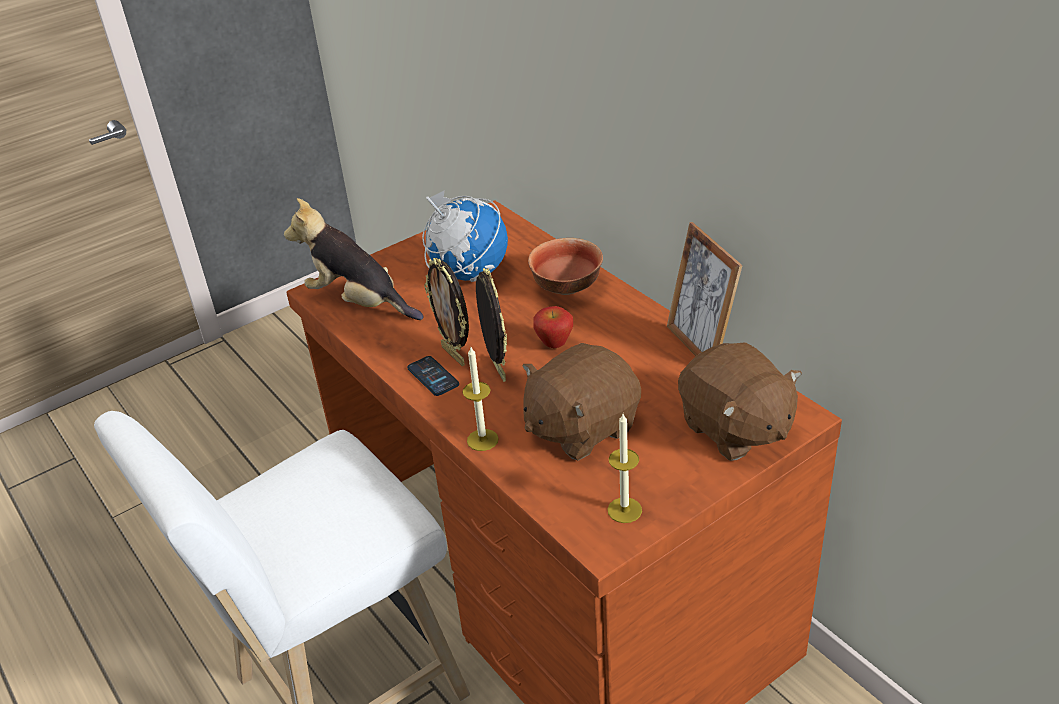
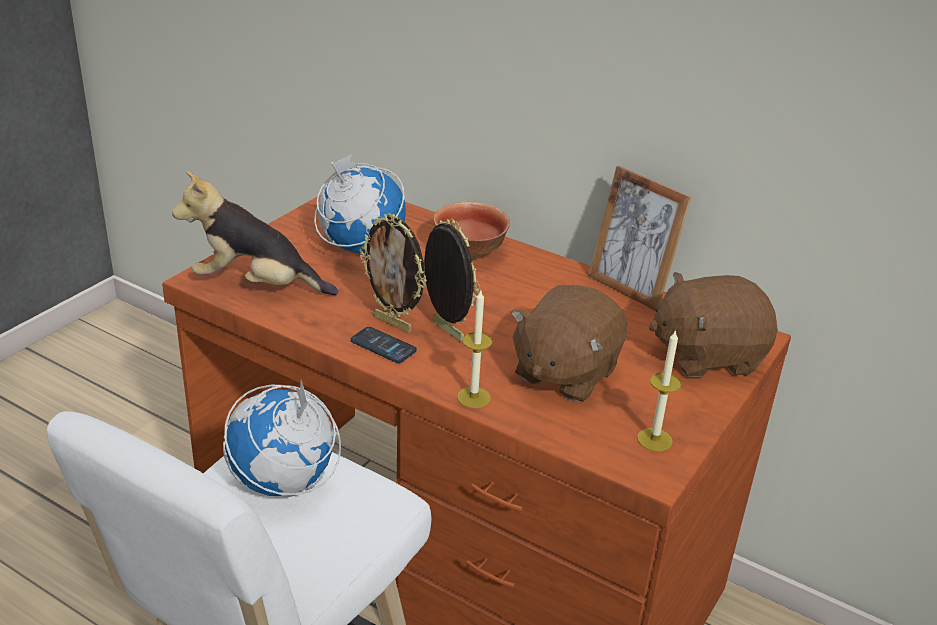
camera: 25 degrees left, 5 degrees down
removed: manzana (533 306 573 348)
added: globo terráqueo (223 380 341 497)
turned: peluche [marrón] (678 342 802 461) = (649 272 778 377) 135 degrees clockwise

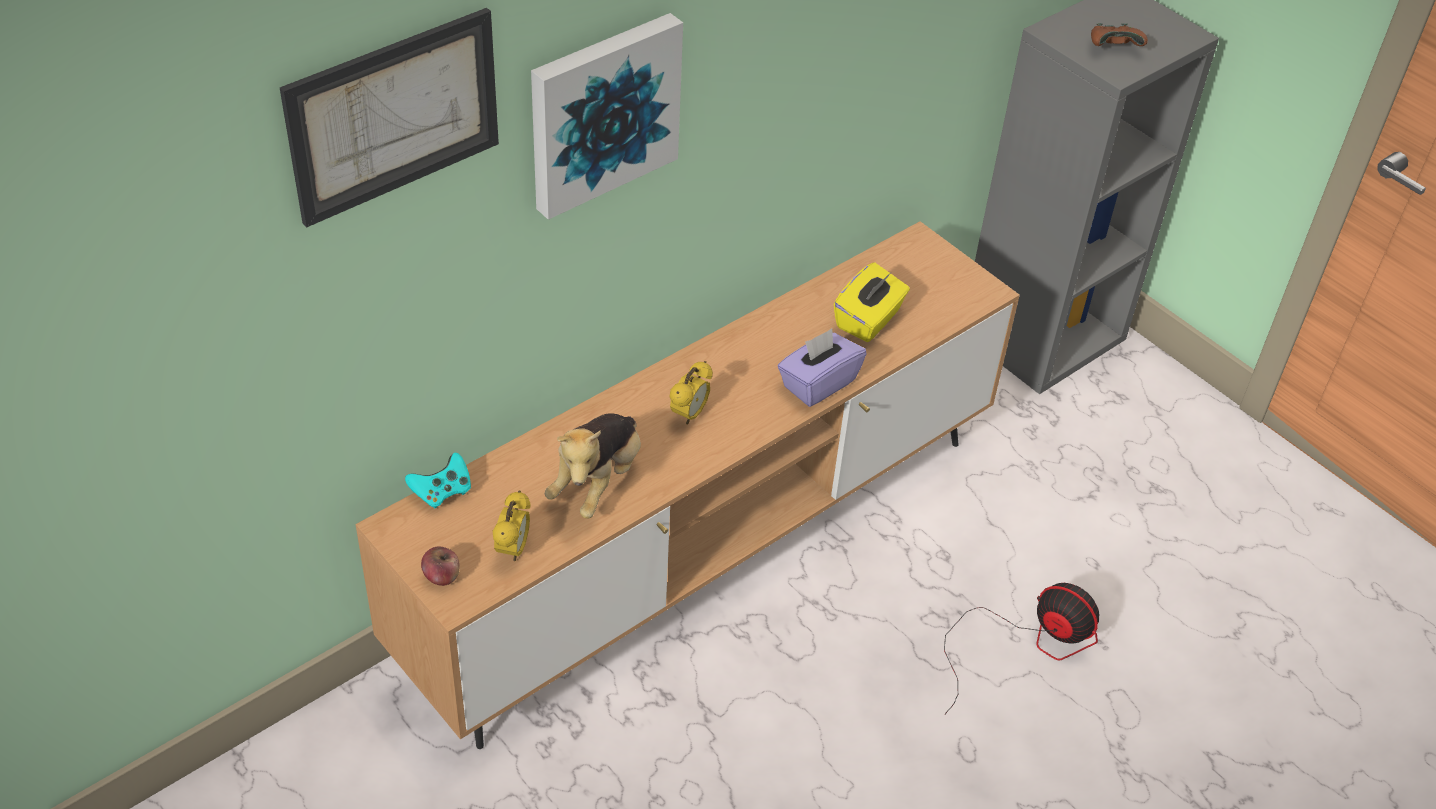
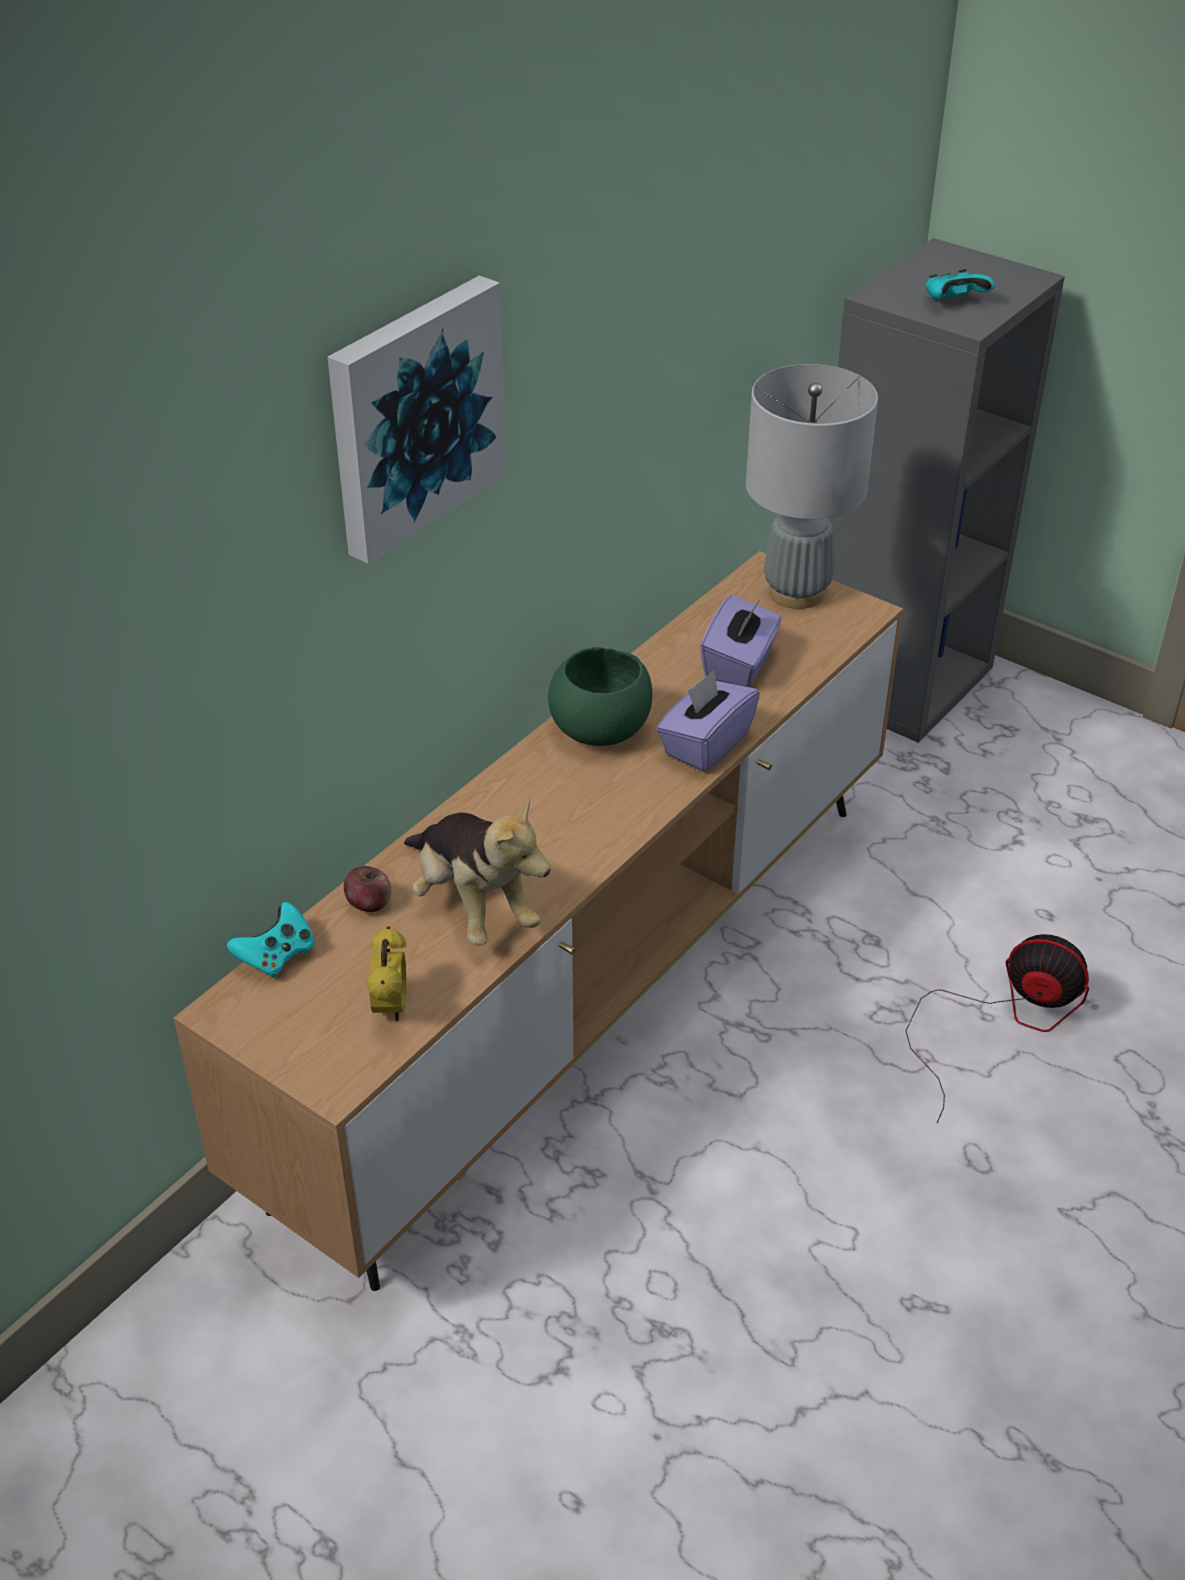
camera: 10 degrees left, 5 degrees down
removed: cuadro (280 8 499 228); despertador (669 361 713 424)
added: lámpara de mesa [gris] (746 364 878 609); cuenco [verde] (548 647 652 746)
moved: manzana (421 547 460 586) to (344 866 391 912)
recoloured: mando de consola [marrón] (1091 23 1148 46) to mando de consola [turquesa] (926 269 995 300); caja de pañuelos [amarillo] (834 262 910 342) to caja de pañuelos [morado] (700 595 782 687)
turned: peluche (545 414 641 519) = (404 798 551 946) 45 degrees counterclockwise

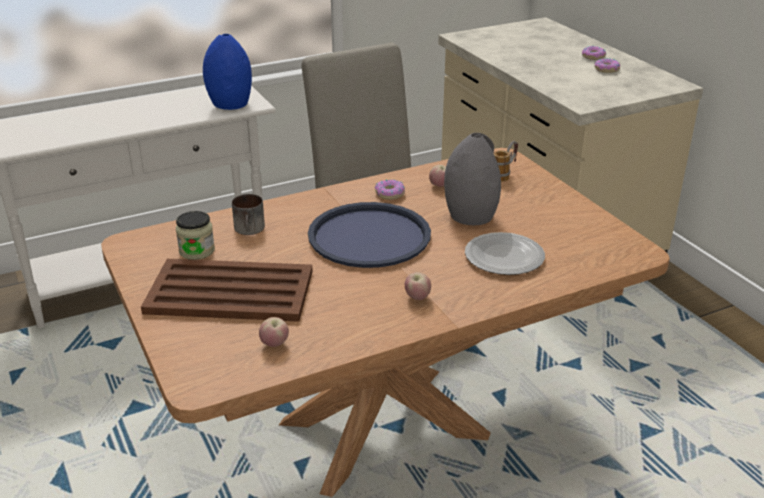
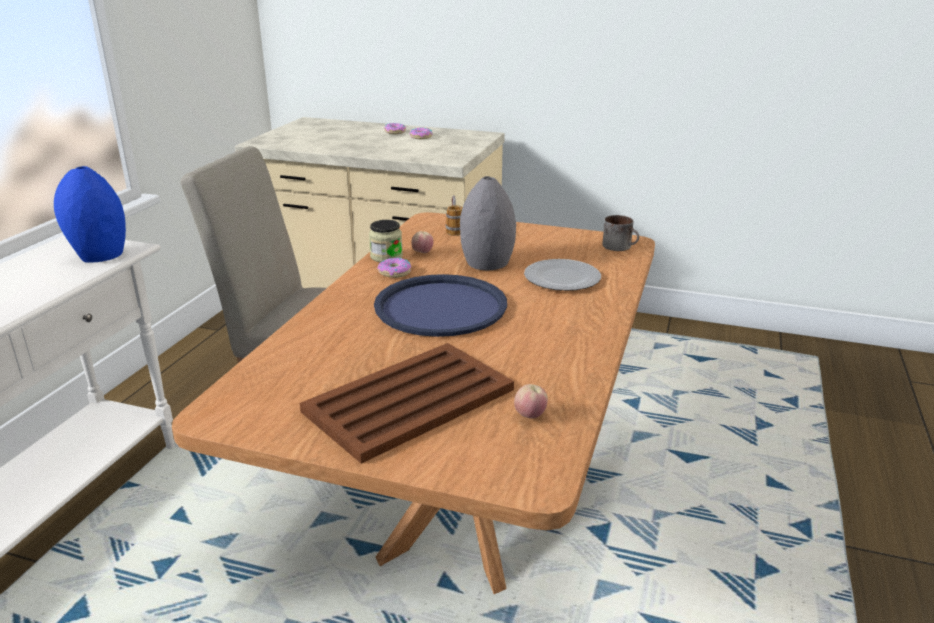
camera: 45 degrees left, 5 degrees down
removed: manzana (405 272 431 300)
moved: taza grande (232 194 265 235) to (602 215 639 251); tarro (176 211 215 260) to (369 220 403 262)

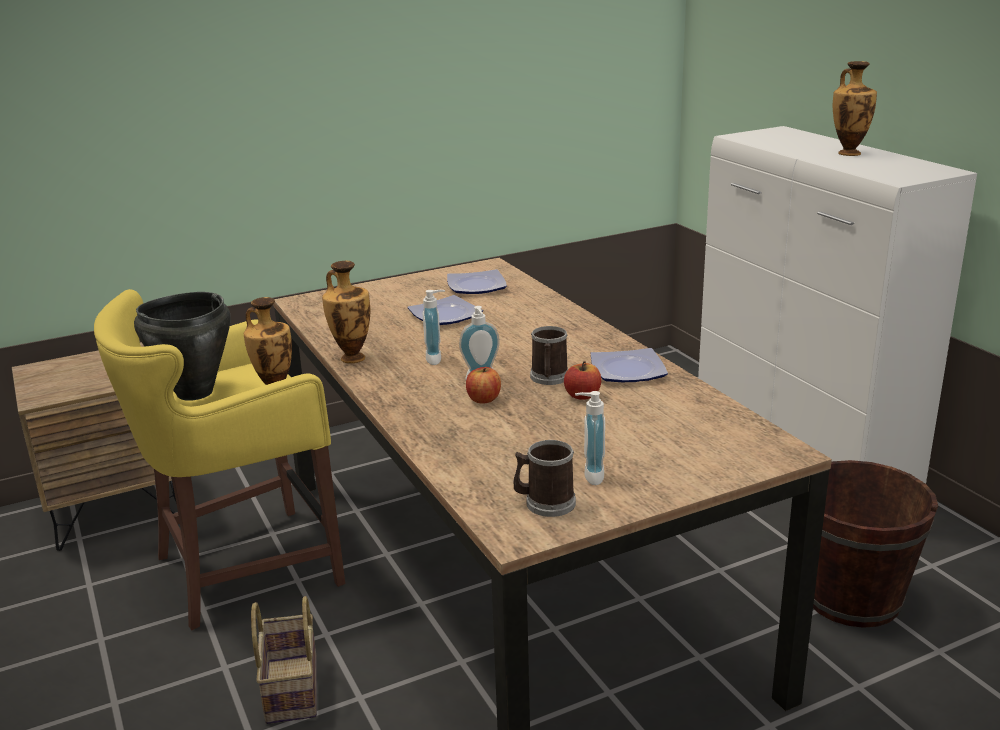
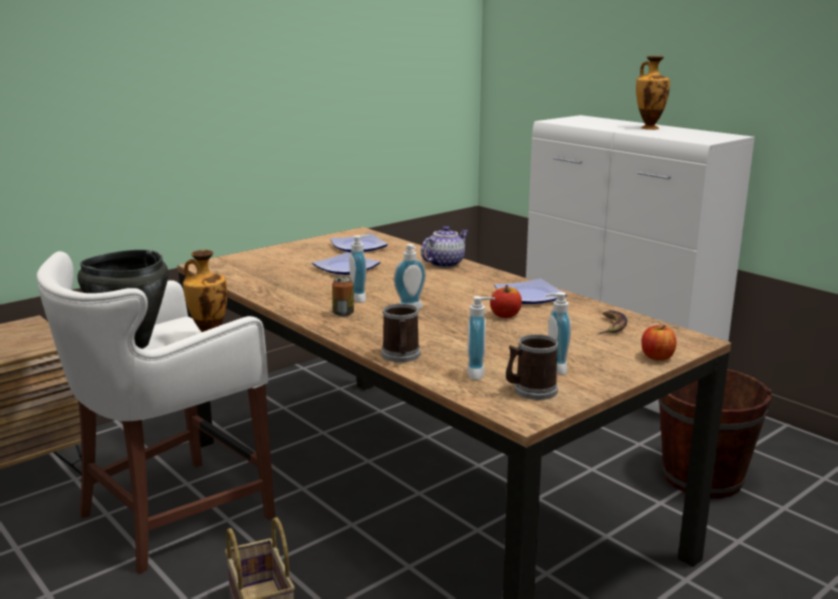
camera: 15 degrees left, 5 degrees down
removed: florero (322 260 370 363)
added: tetera (421 226 468 268); lata (332 276 354 316); dispensador de jabón (467 296 495 380); plátano (597 310 627 335)
moved: taza grande (530 326 568 385) to (381 304 420 362); manzana (466 367 501 403) to (642 325 676 361)
recoloured: taburete [amarillo] (94 289 345 630) to taburete [blanco] (37 251 275 574)

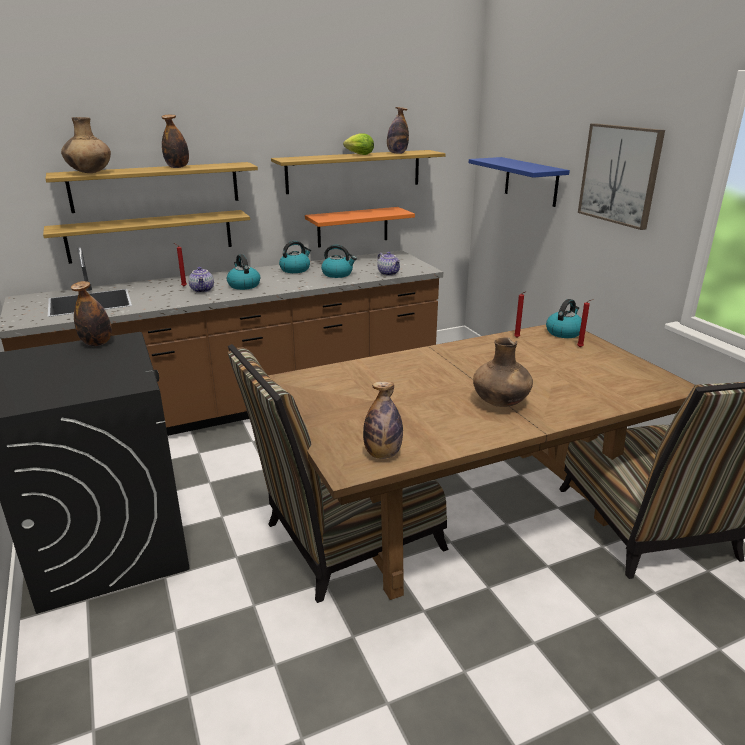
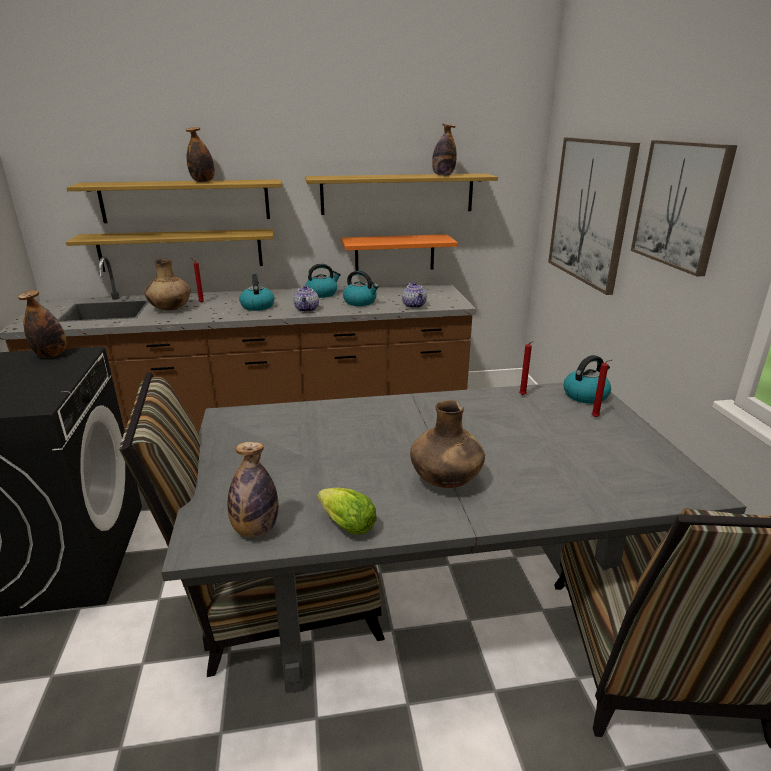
camera: 15 degrees right, 0 degrees up
moved: florero [marrón] (61 117 111 173) to (144 259 191 310); lechuga (343 134 374 155) to (318 488 377 535); tetera (189 267 214 293) to (293 285 319 312)
replaced: estante [azul] (469 157 570 207) to cuadro (548 137 640 295)
recoloured: mesa de comedor [marrón] (268 324 695 600) to mesa de comedor [gris] (162 383 746 693)

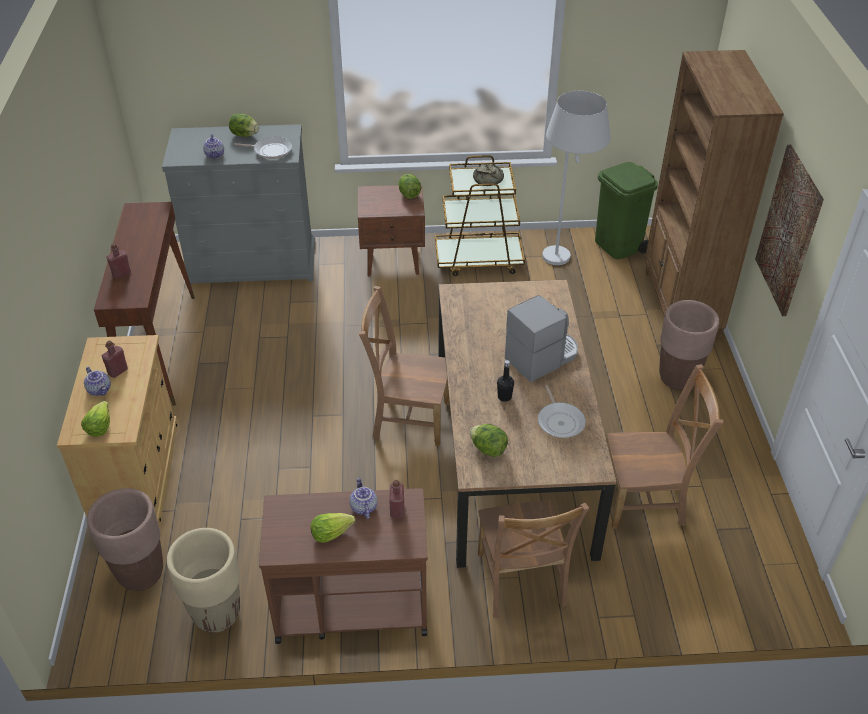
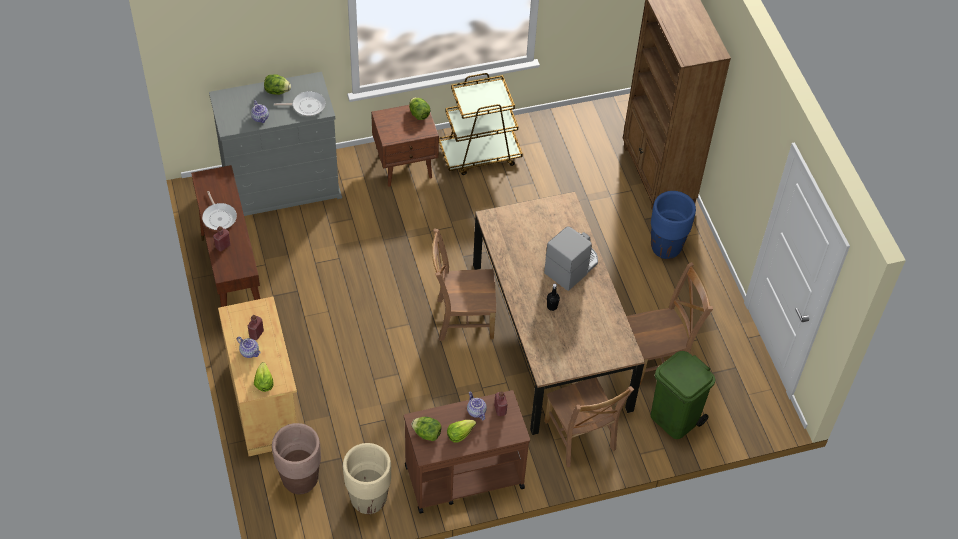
camera: 15 degrees left, 10 degrees up
removed: lámpara de pie [blanco] (542 91 611 265); cuadro (755 145 824 316); pan (473 164 504 186)
moved: papelera [verde] (595 162 658 259) to (651 351 716 439); sartén (538 385 586 438) to (202 191 237 230); lechuga (470 424 508 457) to (411 417 442 441)
recoloured: maceta [marrón] (659 300 719 390) to maceta [azul] (651 191 696 259)

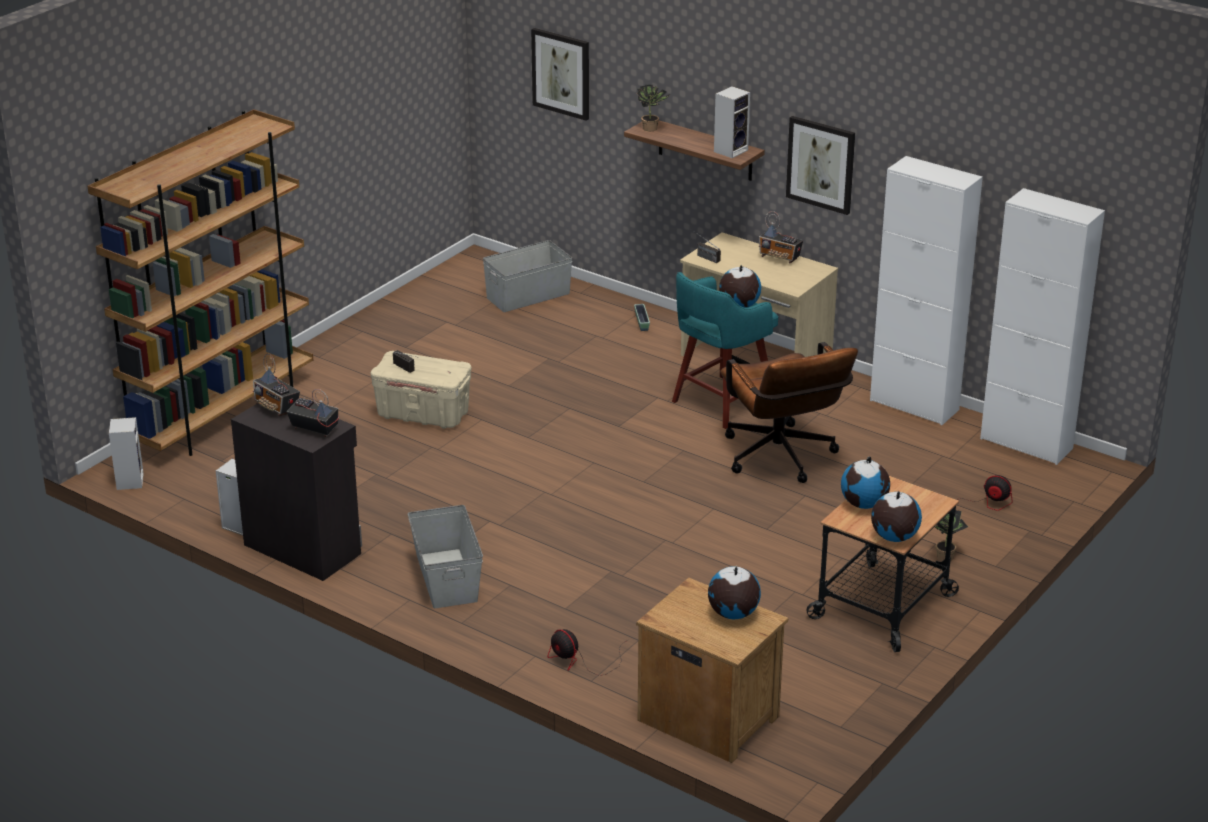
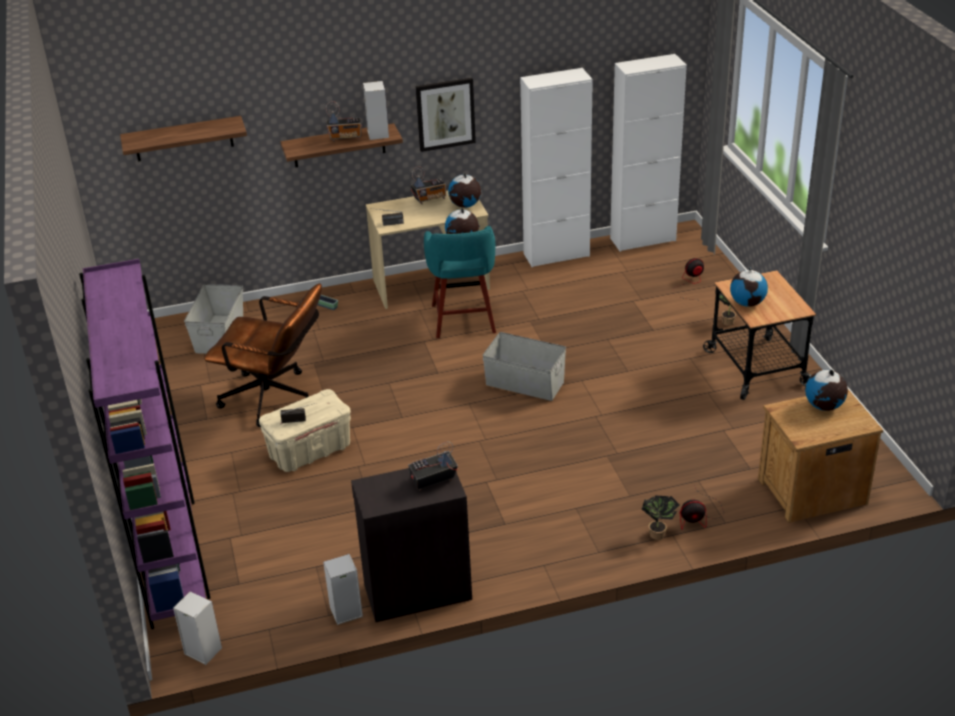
camera: 50 degrees left, 5 degrees up
moved: planta en maceta (637 85 669 131) to (642 496 680 540); silla de oficina [marrón] (720 342 858 483) to (204 283 322 427); radio (253 354 300 416) to (326 101 362 142); globo terráqueo (871 490 922 542) to (448 173 481 208); caja de almacenaje [gris] (408 505 483 608) to (482 332 566 401)
replaced: cuadro (531 28 589 121) to estante (120 116 247 162)
recoloured: estantería [marrón] (87 109 313 456) to estantería [morado] (79 259 211 629)

